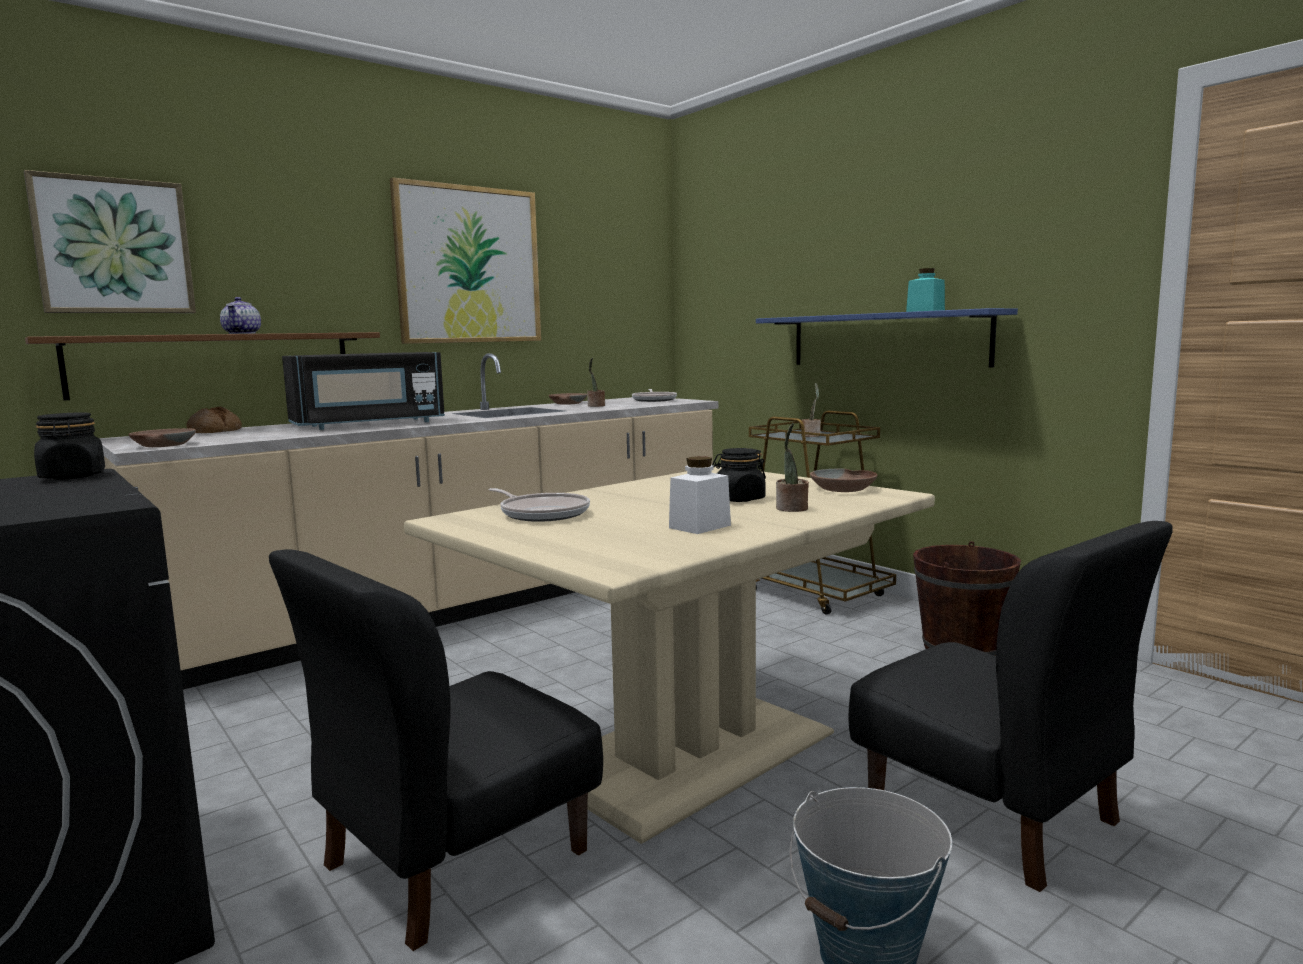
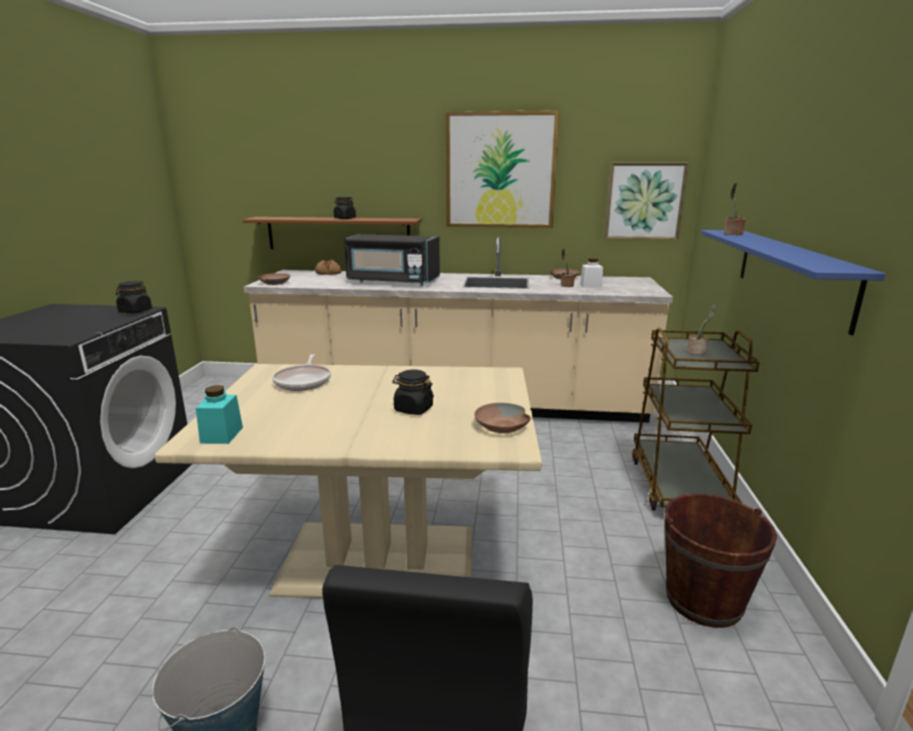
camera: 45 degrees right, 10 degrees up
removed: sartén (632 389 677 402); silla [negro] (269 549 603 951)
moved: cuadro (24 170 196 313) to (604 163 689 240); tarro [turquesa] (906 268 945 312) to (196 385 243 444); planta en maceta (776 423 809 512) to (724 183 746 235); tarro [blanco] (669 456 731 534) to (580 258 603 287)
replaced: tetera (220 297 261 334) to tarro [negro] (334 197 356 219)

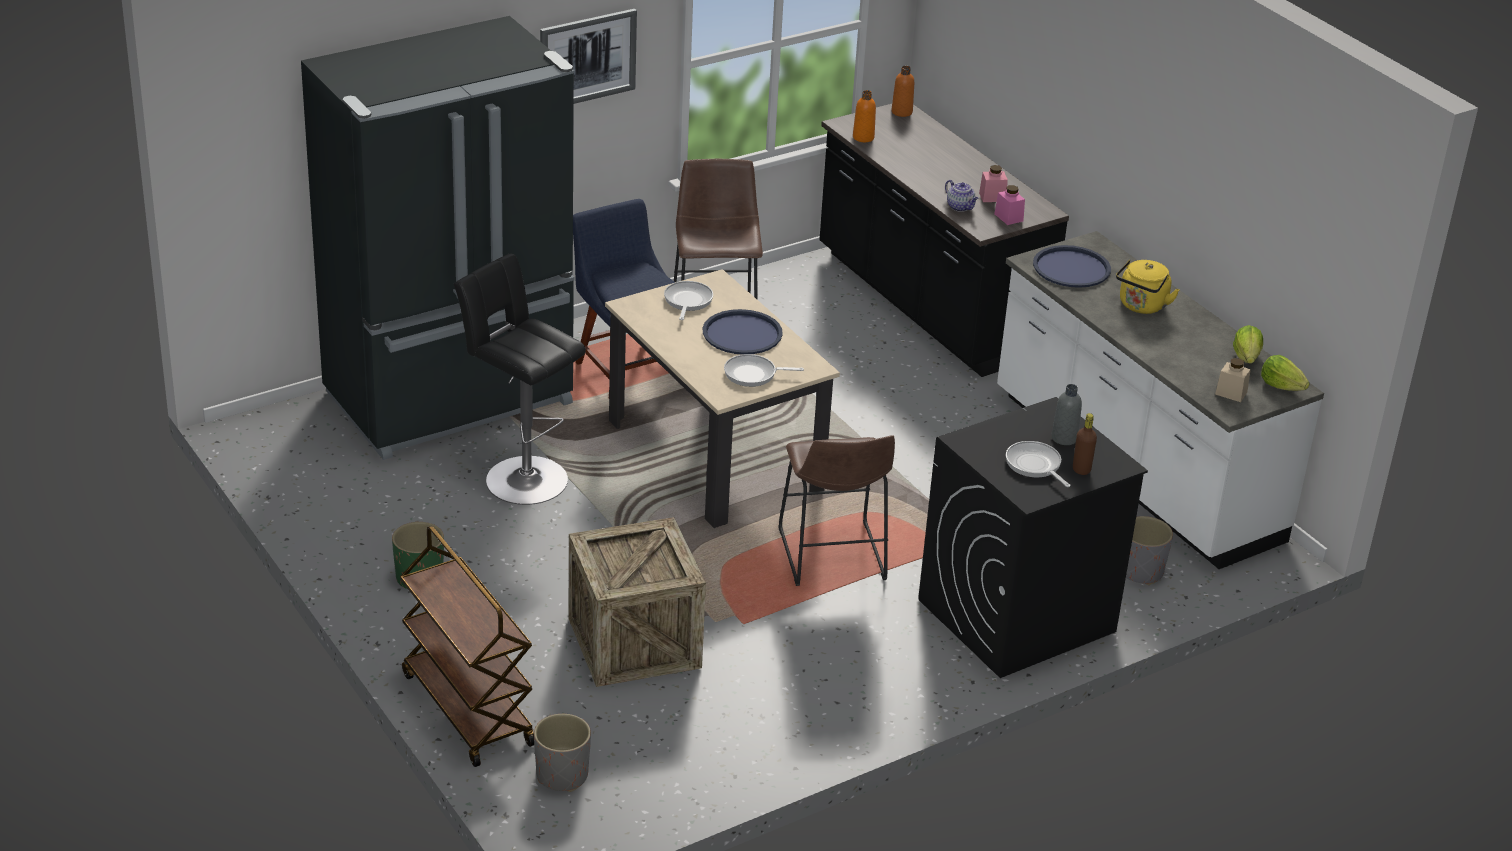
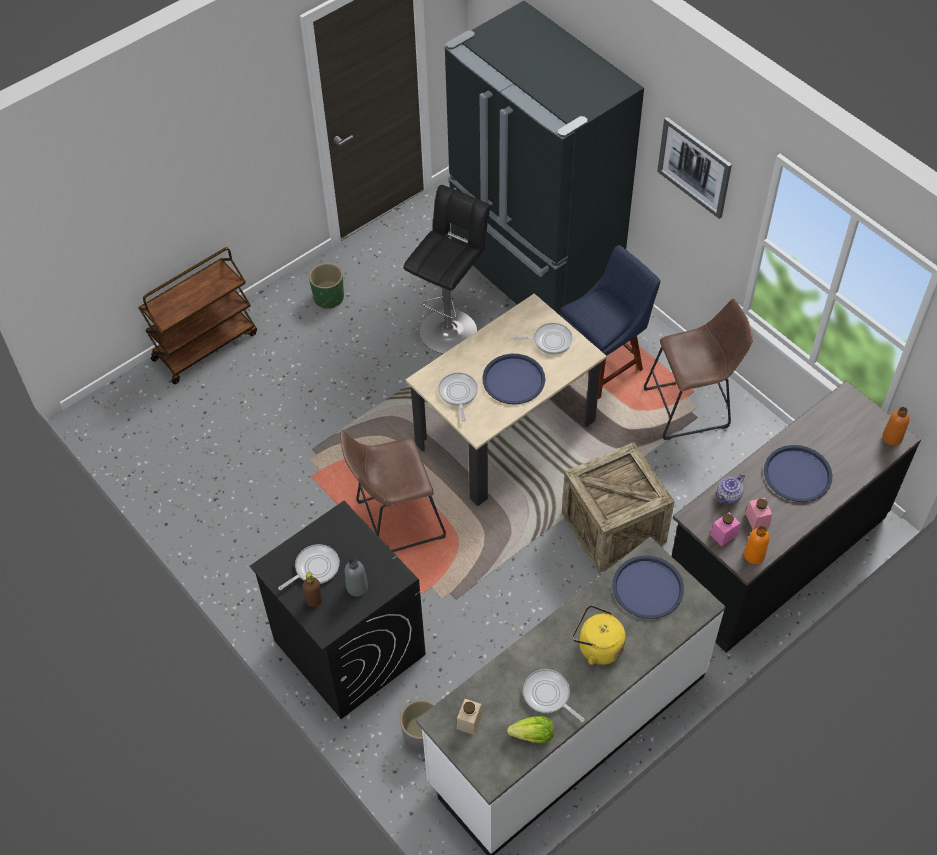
camera: 85 degrees right, 20 degrees up
removed: lechuga (1261 355 1310 391); maceta [gris] (534 714 591 792)
added: bandeja [azul] (764 445 833 502); sartén (523 669 585 722)
moved: botella [naranja] (853 90 876 142) to (744 526 769 564); caja de embalaje (569 517 706 687) to (562 442 675 573)

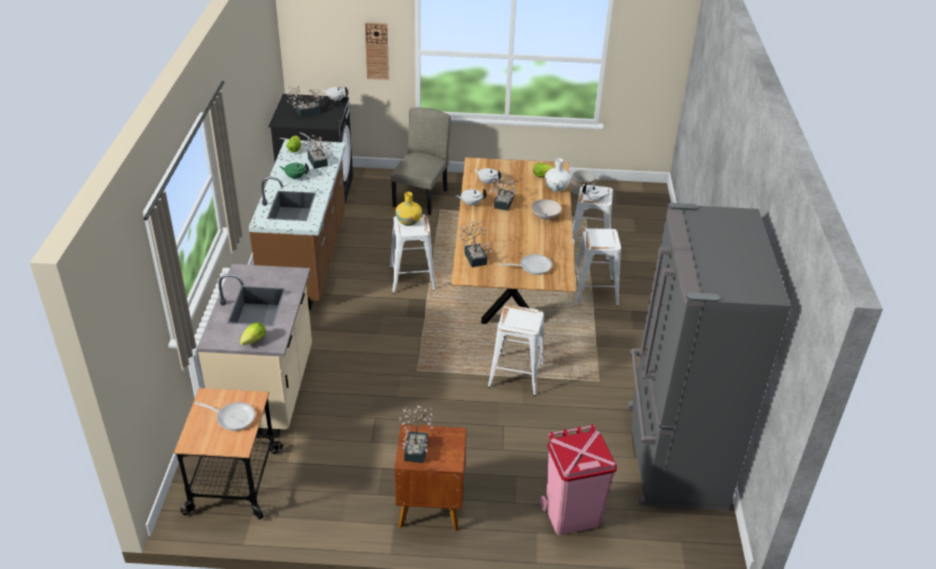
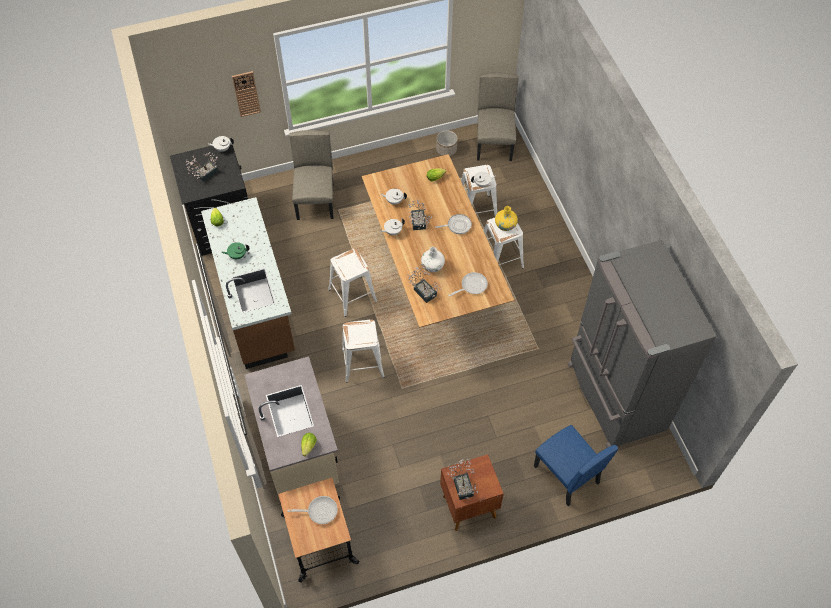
camera: 20 degrees left, 20 degrees up
removed: planta en maceta (303 135 333 169)
added: silla [beis] (477 72 519 161)
moved: florero [blanco] (545 158 571 192) to (421 247 445 272); florero [amarillo] (395 192 422 226) to (495 206 518 231); taburete [blanco] (488 305 544 396) to (342 319 385 383)
replaced: cuenco [blanco] (532 199 561 219) to sartén (435 214 472 234); papelera [rosa] (540 424 617 535) to silla [azul] (534 425 618 506)

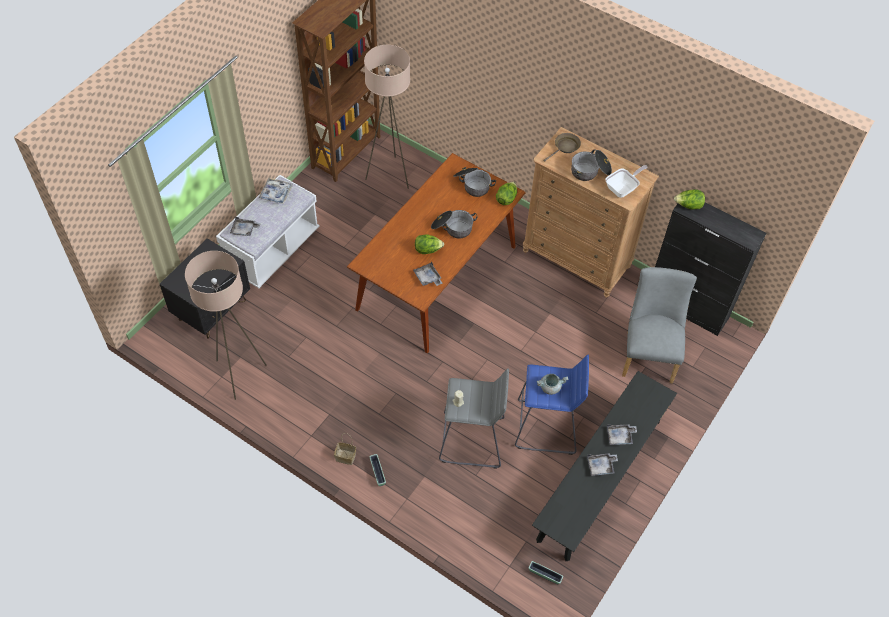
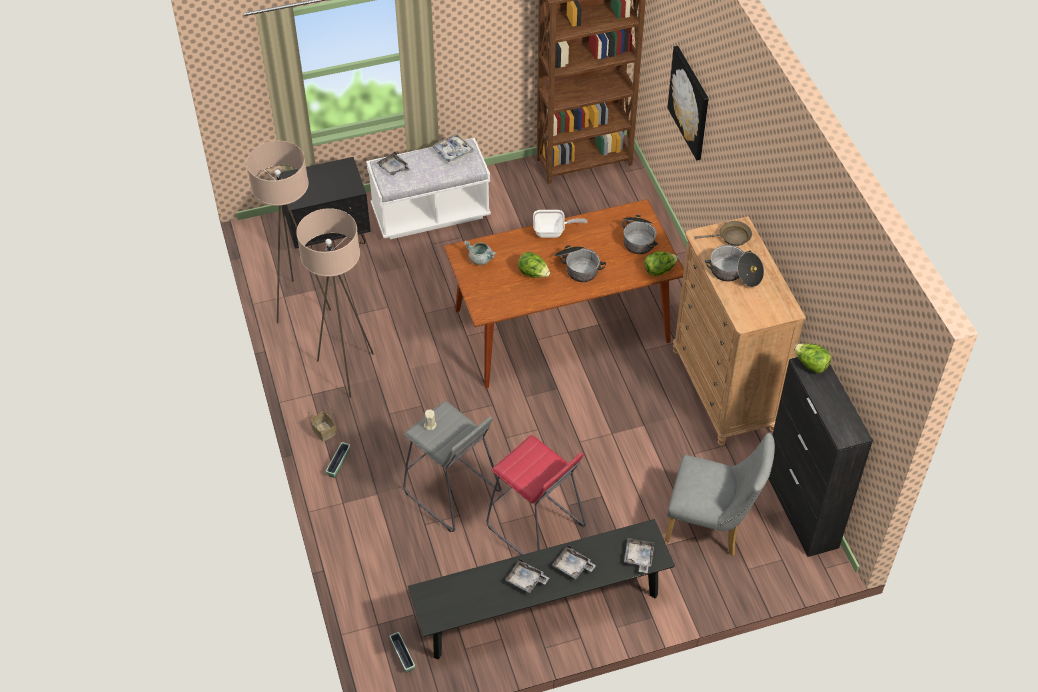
camera: 40 degrees right, 5 degrees down
added: cuadro (667 46 709 161)
moved: lámpara de pie [beis] (364 45 410 189) to (296 208 374 398); sartén (605 165 647 198) to (533 210 588 238); bandeja [gris] (413 262 442 286) to (624 538 655 573); olla [gris] (537 374 568 395) to (464 241 496 265)
recoloured: taburete [azul] (515 355 589 455) to taburete [rojo] (486 435 586 555)
turned: silla [gris] (622 267 697 384) = (665 433 775 556) 60 degrees clockwise

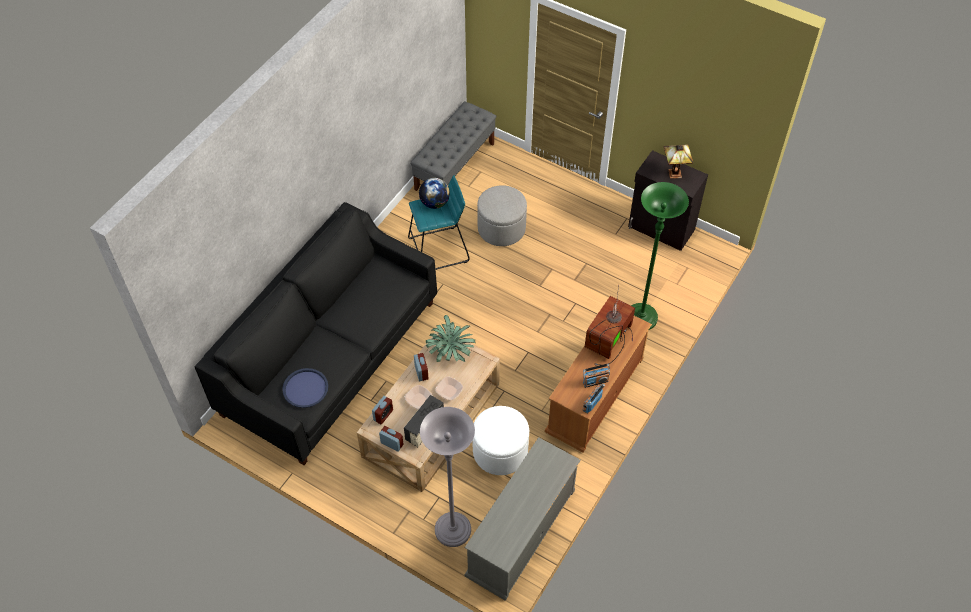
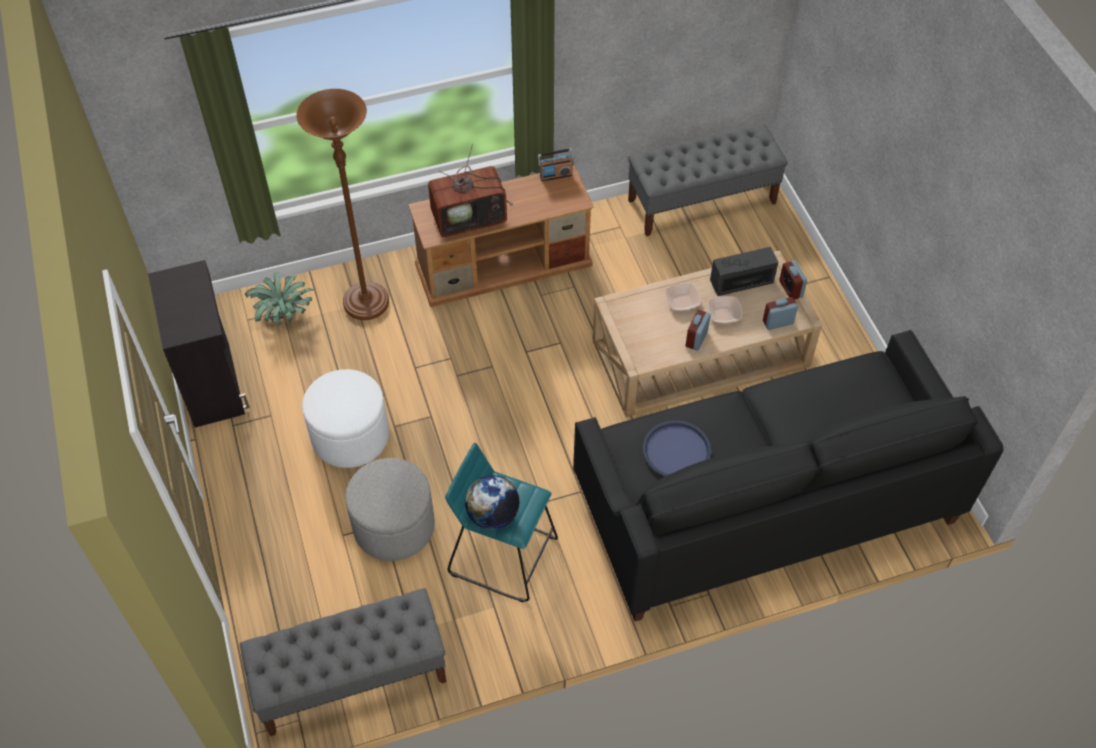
camera: 140 degrees left, 0 degrees up
removed: lámpara de mesa (664 145 693 178); radio (583 364 610 388); lámpara de pie [gris] (420 407 475 547)
moved: planta en maceta (426 315 476 362) to (245 272 315 324); bandeja [azul] (282 368 328 408) to (643 420 711 476); puf [blanco] (473 406 529 475) to (302 369 389 468)
replaced: mueble de televisión [gris] (465 437 581 601) to banco [gris] (628 124 788 237)
recoloured: lámpara de pie [verde] (631 182 689 330) to lámpara de pie [marrón] (296 89 389 320)

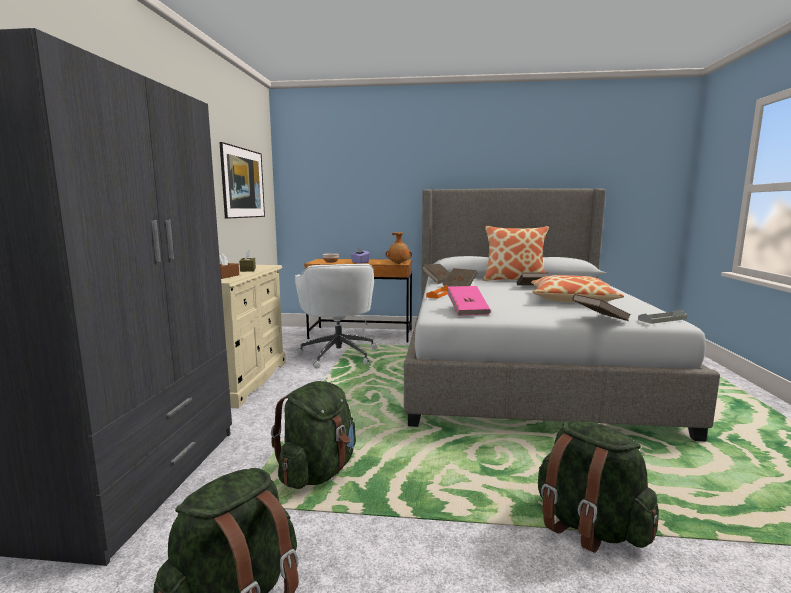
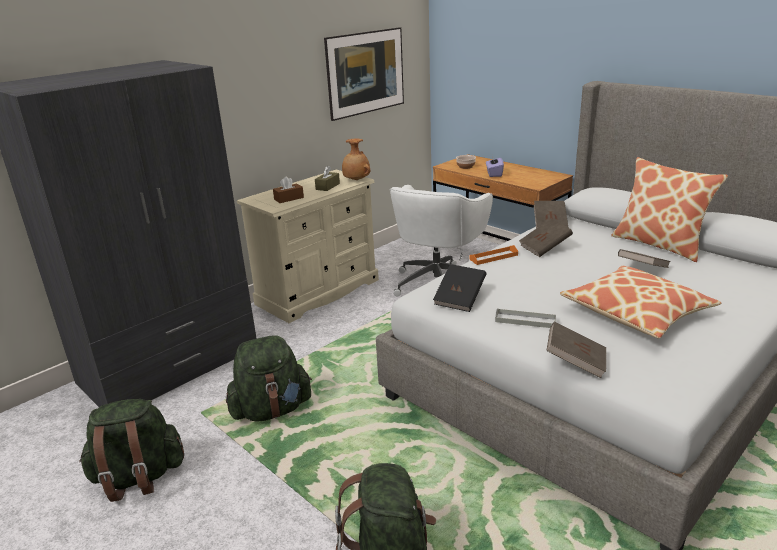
camera: 40 degrees right, 15 degrees up
moved: florero [marrón] (386 232 412 264) to (342 139 370 180); bandeja [gris] (638 309 687 324) to (495 308 556 328)
recoloured: libro [rosa] (447 286 491 316) to libro [negro] (433 264 486 312)

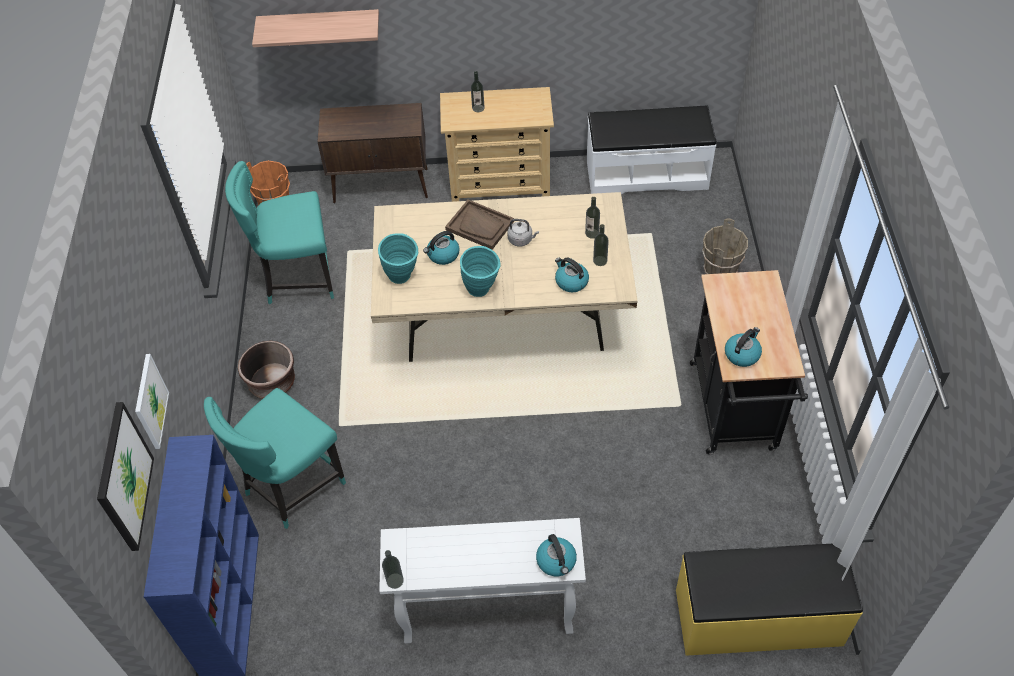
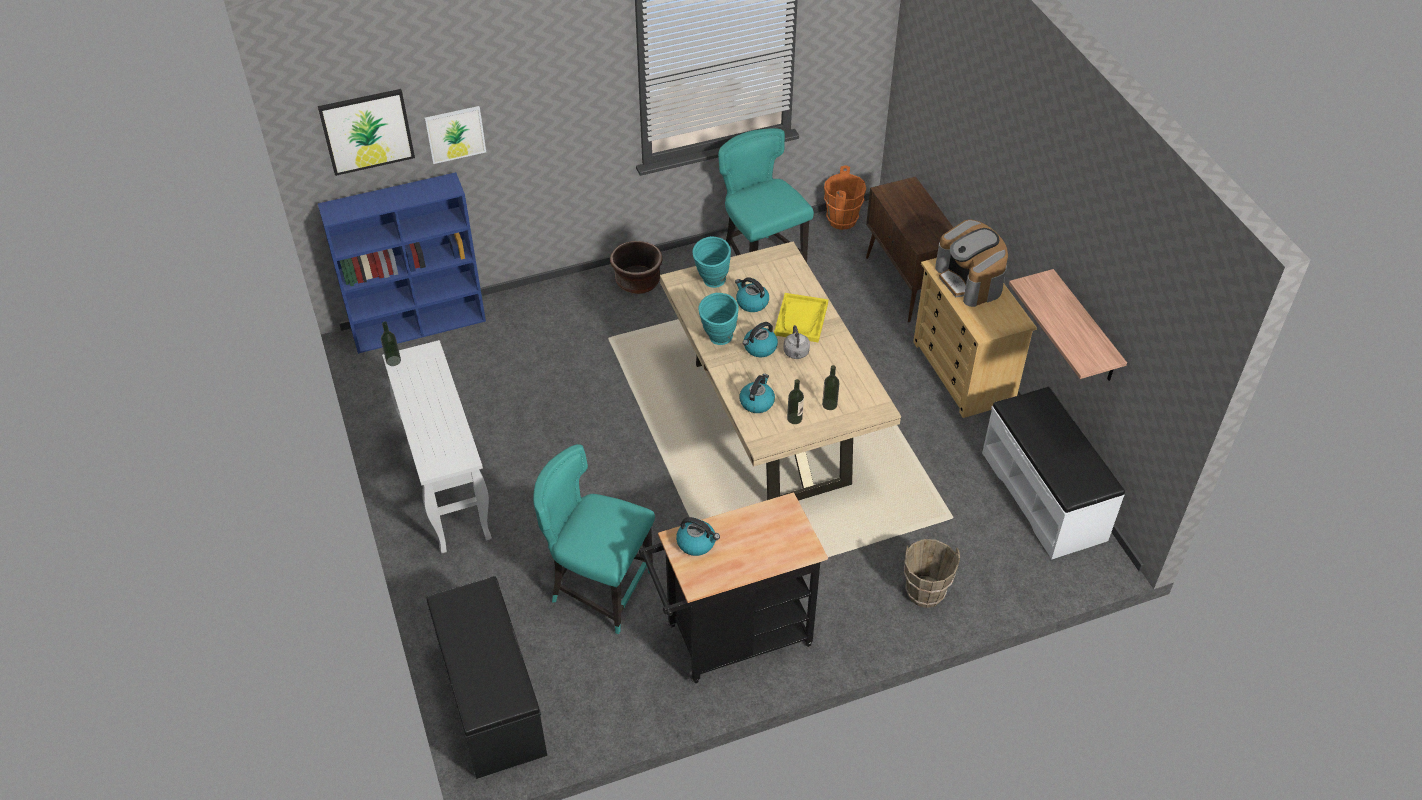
camera: 70 degrees right, 5 degrees down
moved: estante (252 9 379 47) to (1009 269 1127 381); silla [turquesa] (204 388 346 529) to (533 444 655 634); hervidor (536 534 577 577) to (743 322 778 357)
replaced: botella (471 71 484 112) to cafetera (935 220 1008 307)
recoloured: bandeja [marrón] (445 199 514 250) to bandeja [amarillo] (774 293 828 342); banco [amarillo] (676 544 863 656) to banco [negro] (427 576 547 779)

